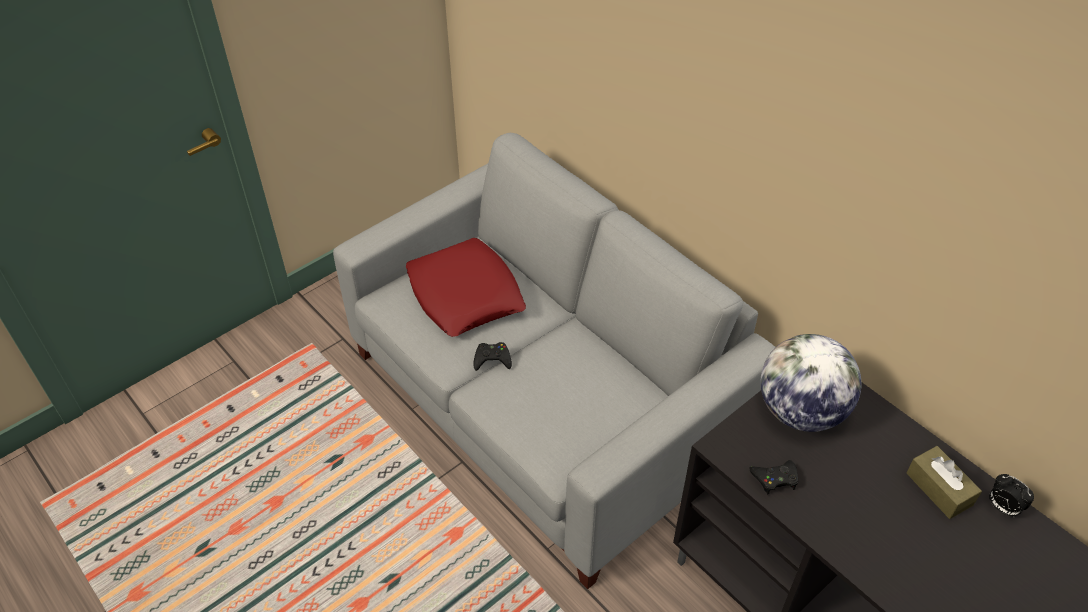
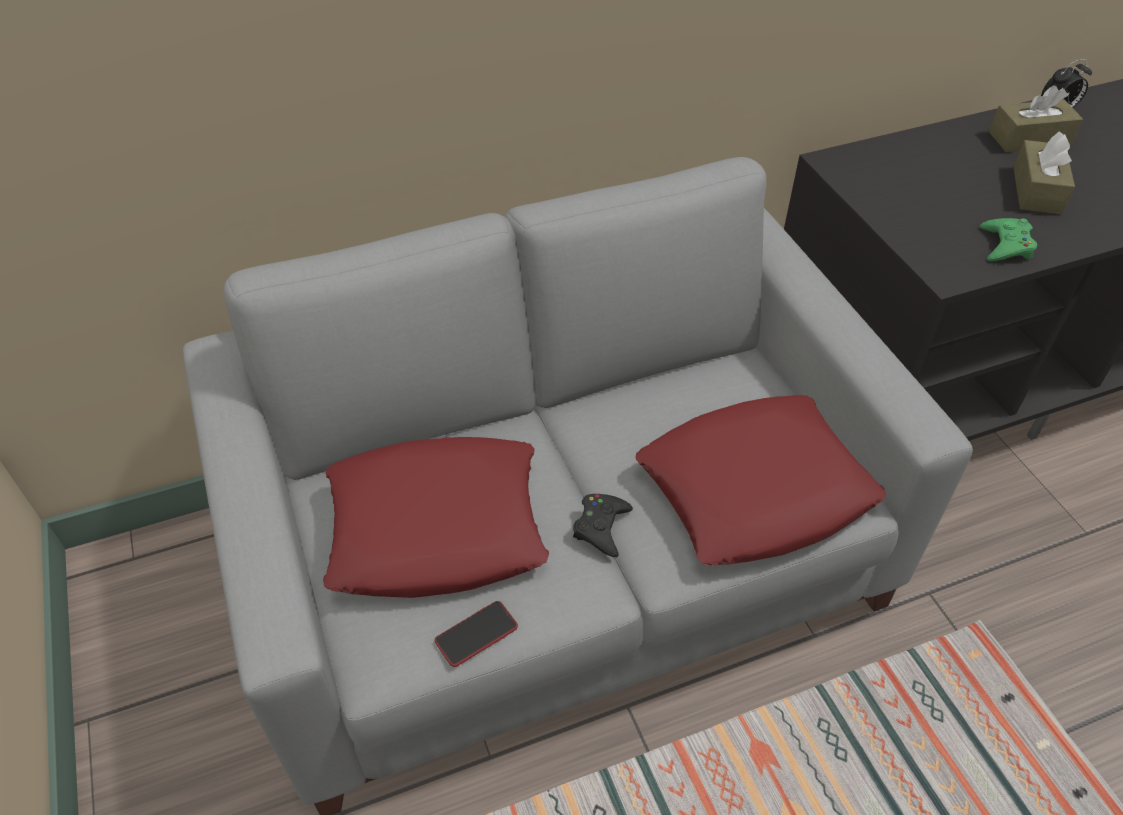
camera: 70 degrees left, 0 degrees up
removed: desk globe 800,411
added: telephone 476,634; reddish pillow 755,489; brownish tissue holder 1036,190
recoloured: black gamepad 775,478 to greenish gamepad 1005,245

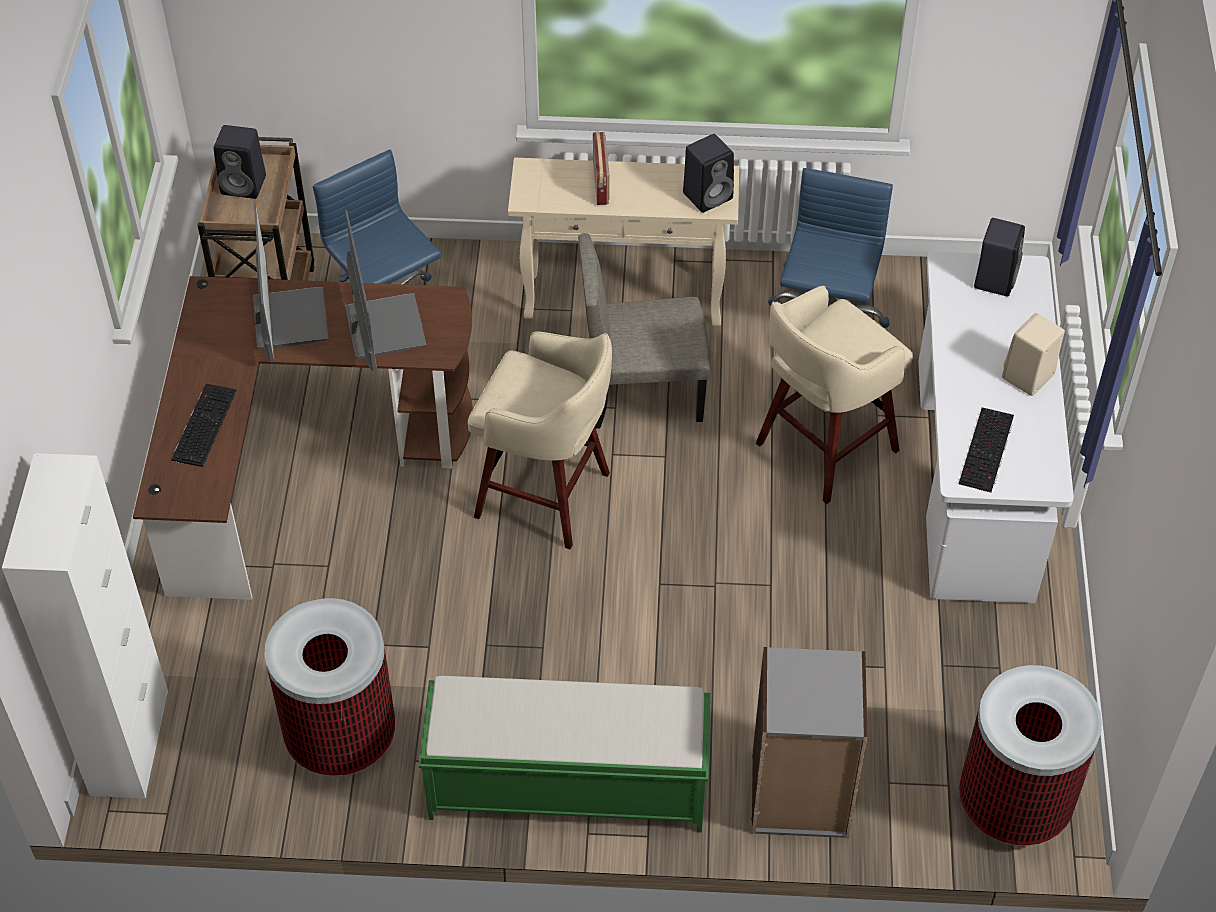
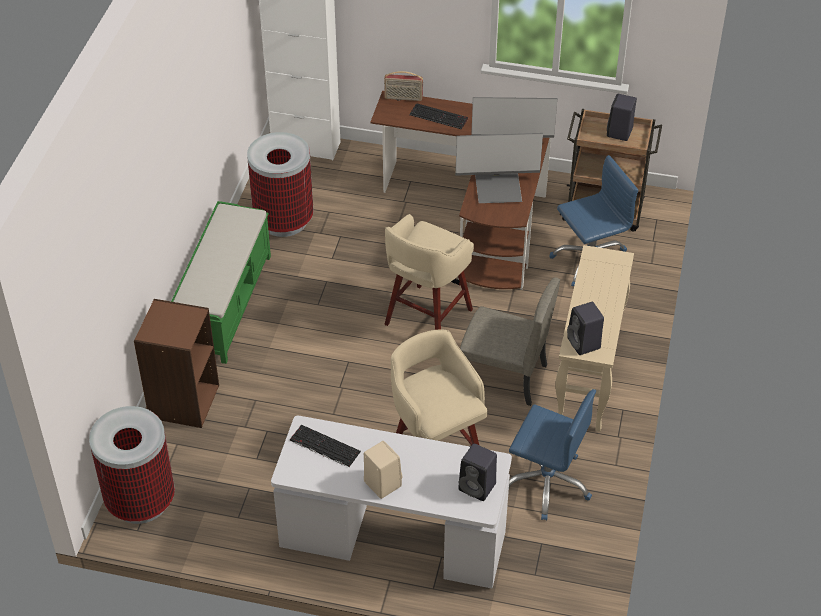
camera: 100 degrees right, 5 degrees down
moved: radio 601,184 to 403,98
recoloured: grey bookshelf 799,795 to brownish bookshelf 183,401
turned: sand-coloured chair 643,391 = 504,376 105 degrees clockwise

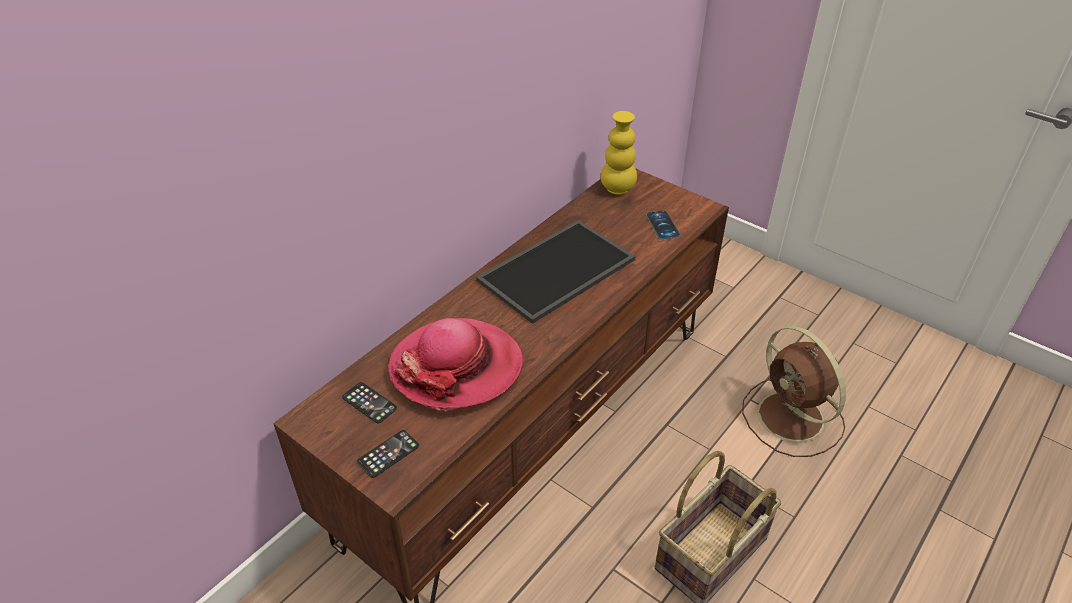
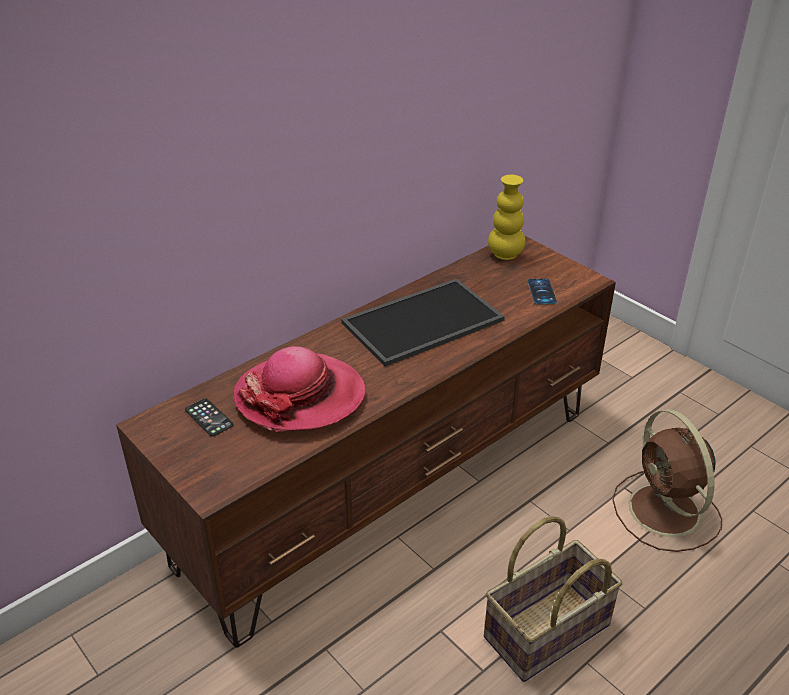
camera: 10 degrees right, 5 degrees down
removed: telephone 388,454

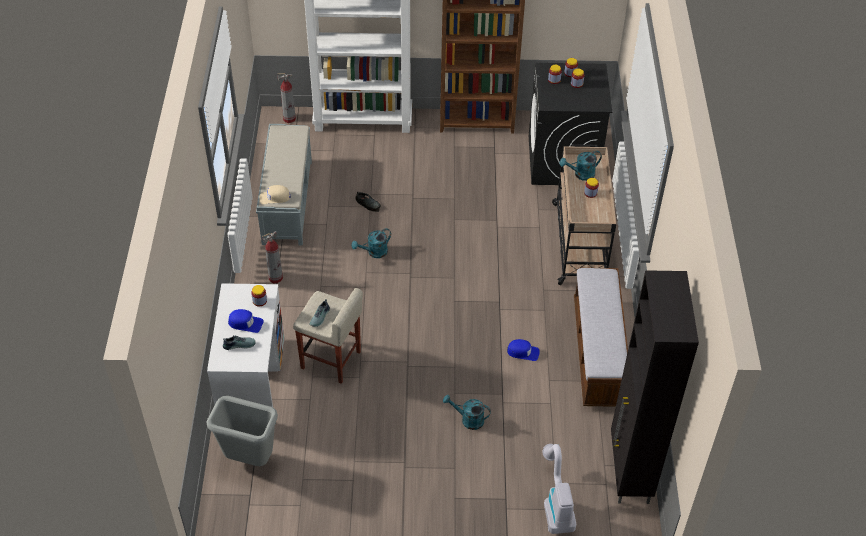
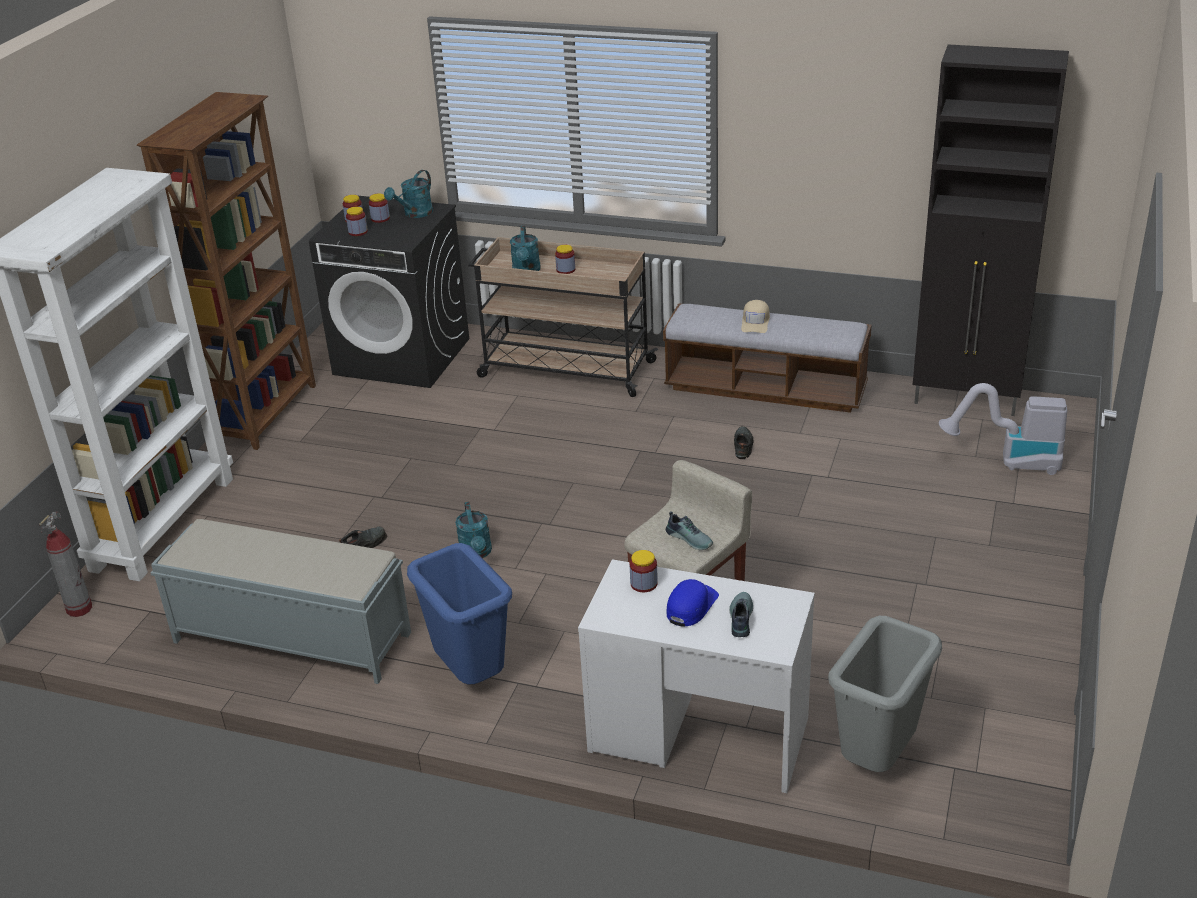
camera: 70 degrees left, 15 degrees down
moved: sand-coloured cap 274,197 to 755,322; turquoise-coloured watering pot 468,419 to 415,214
replaced: fire extinguisher 276,278 to bluish trash can 470,675; bluish cap 523,352 to black shoe 742,445

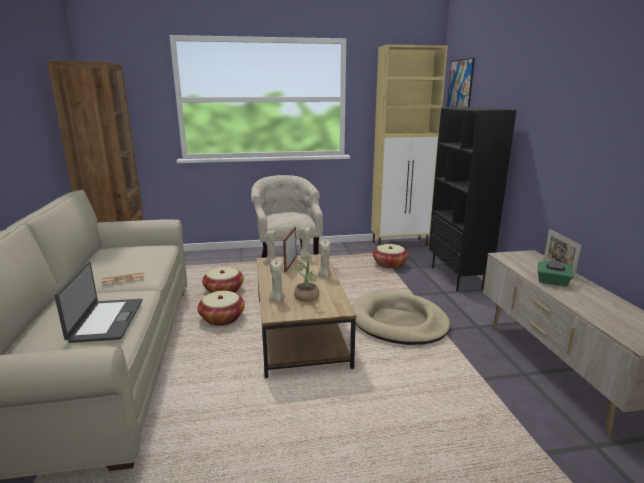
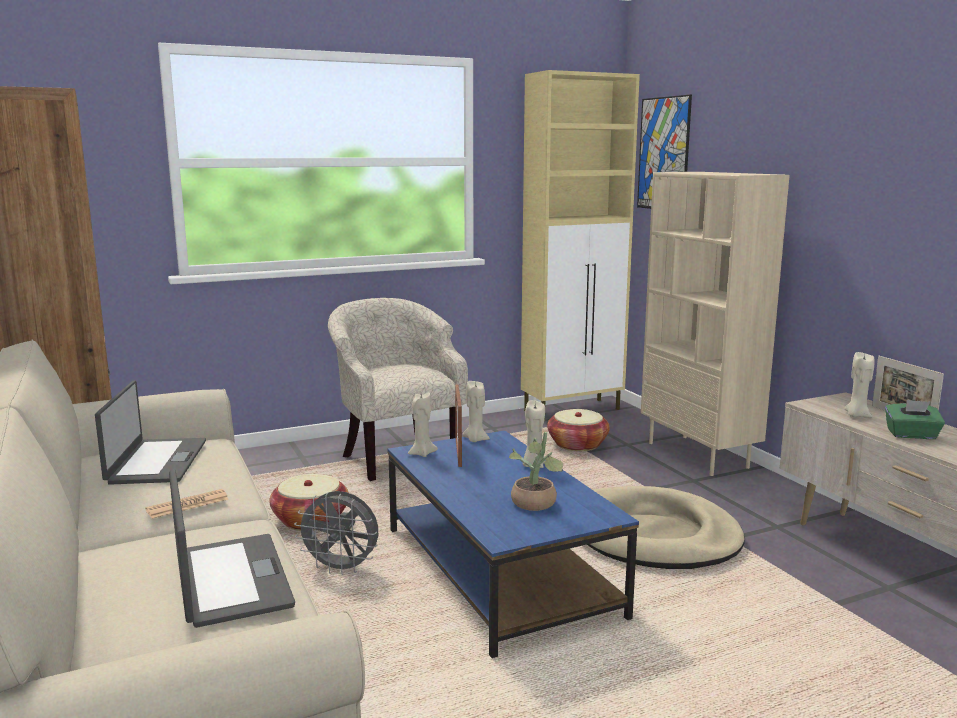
camera: 15 degrees left, 5 degrees down
added: portable computer 156,462
moved: sand-coloured candle 277,299 to 856,415
replaced: household basket 222,318 to grey cooling fan 341,569
recoloured: brownish lounge table 299,330 to bluish lounge table 497,570; black bookshelf 457,277 to sand-coloured bookshelf 699,455

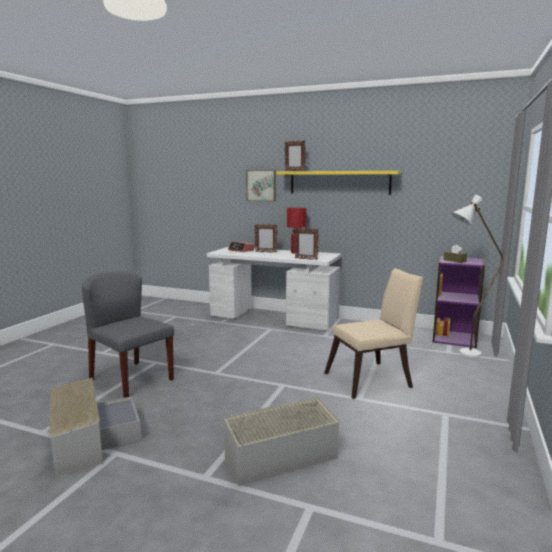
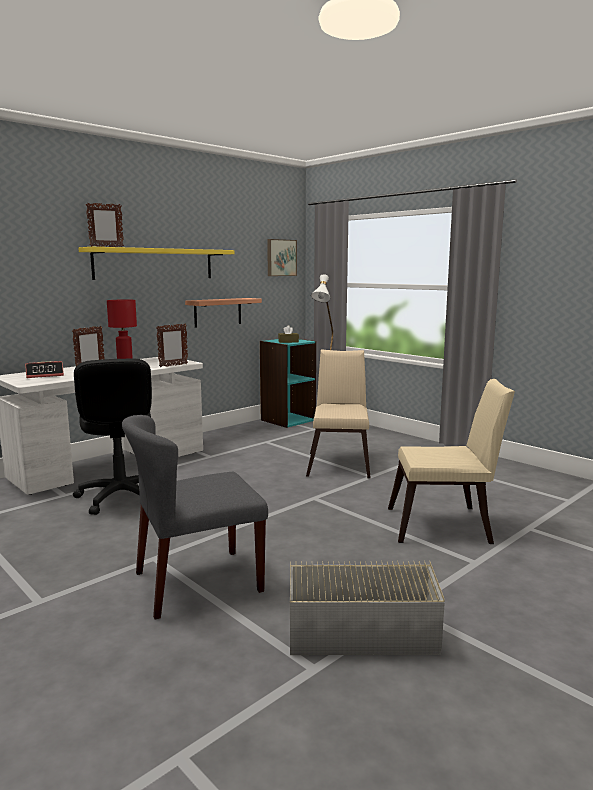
camera: 65 degrees left, 0 degrees up
added: black office chair 120,497; wall shelf 218,312
moved: wall art 261,185 to 281,257
replaced: grey storage box 274,452 to sand-coloured chair 445,526
recoloured: purple-coloured bookshelf 454,338 to turquoise-coloured bookshelf 287,420

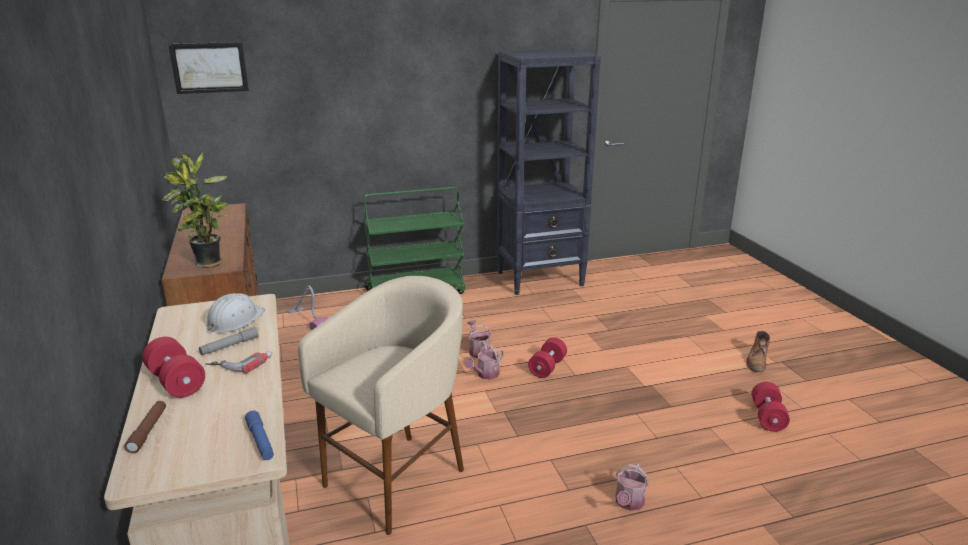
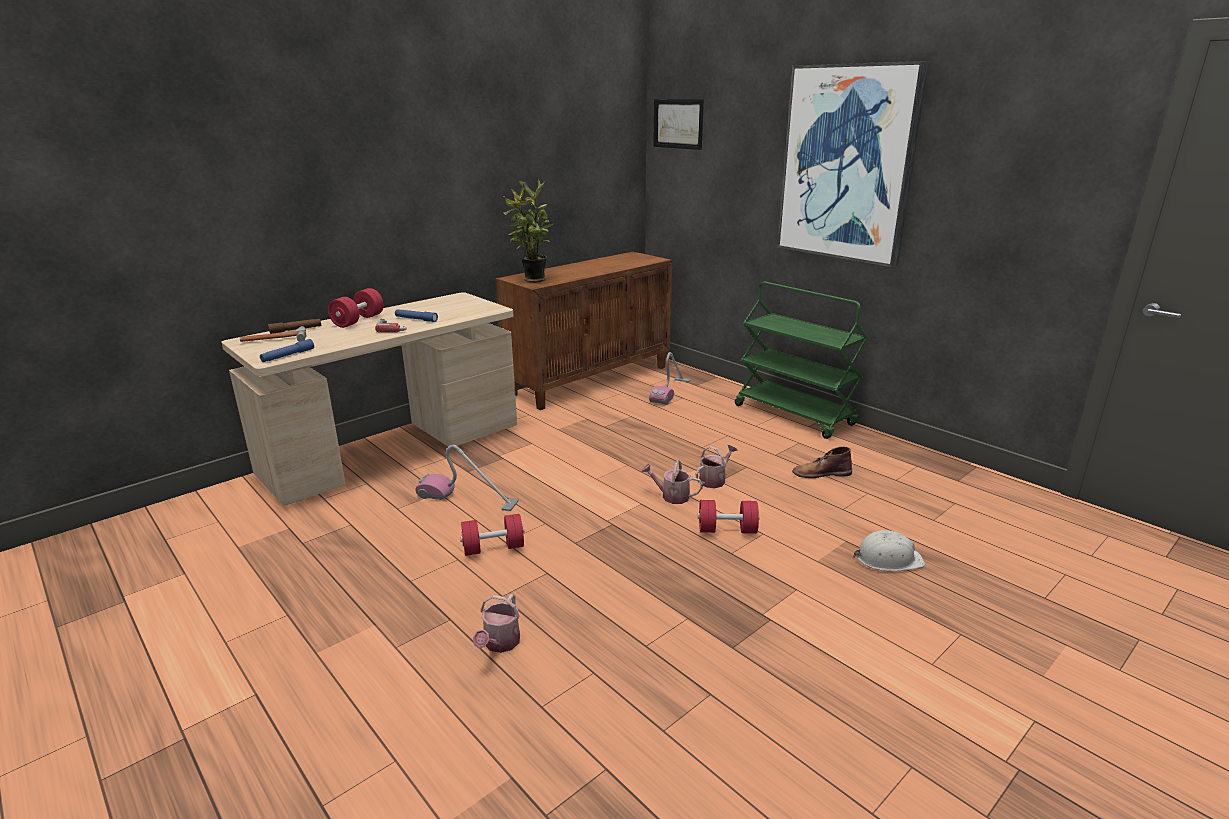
camera: 65 degrees right, 0 degrees up
removed: black bookshelf 541,279
added: hand hammer 274,340; wall art 847,164
moved: white-coloured hard hat 234,320 to 888,559; brownish boot 757,361 to 821,473; reddish dumbbell 767,417 to 493,548
replaced: sand-coloured sitting stool 397,480 to hoover 467,499
recoloured: grey flashlight 229,346 to bluish flashlight 416,319
turned: watering pot 628,503 = 499,644 75 degrees counterclockwise

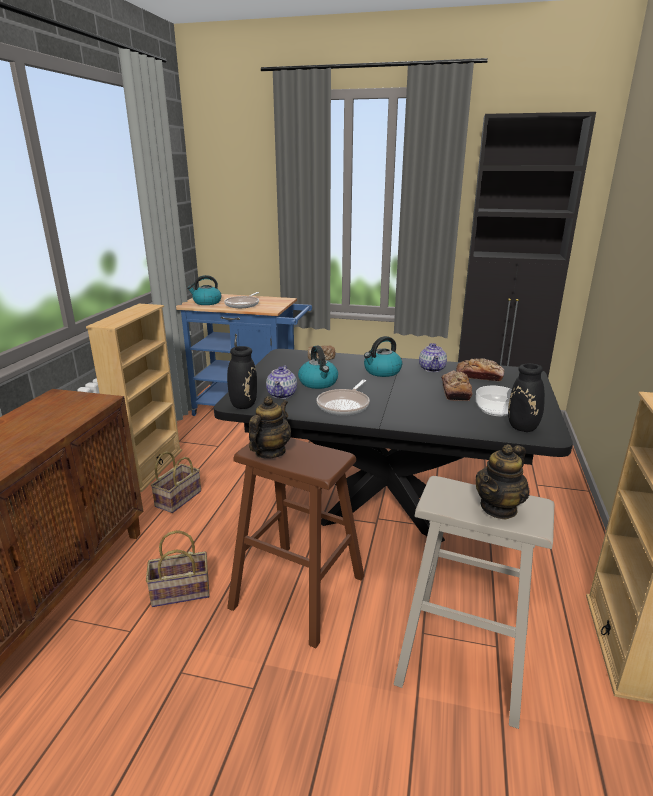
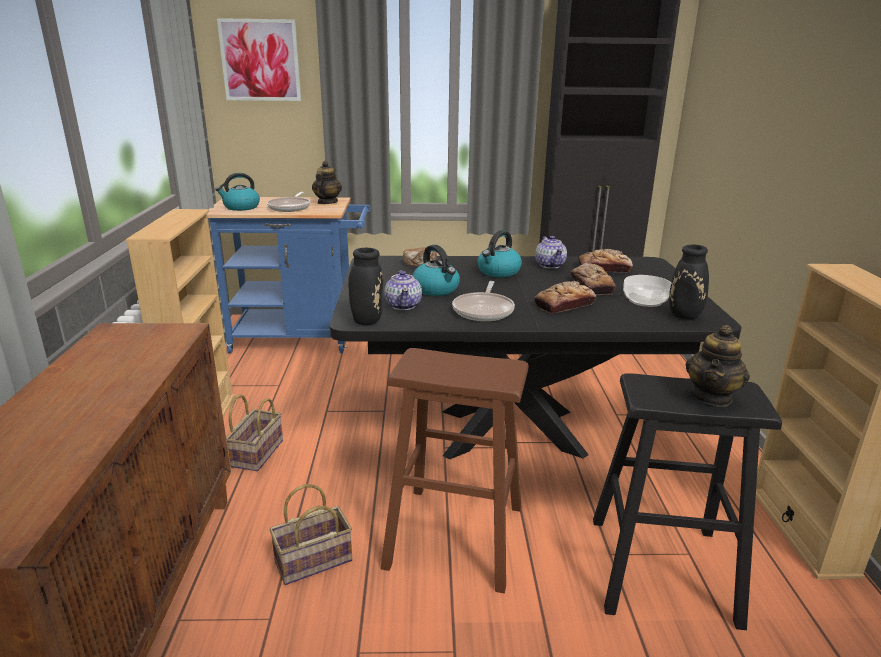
camera: 15 degrees left, 0 degrees up
added: wall art 260,60; bread 564,305
moved: pot for tea 270,452 to 327,202
recoloured: sand-coloured sitting stool 463,655 to black sitting stool 661,569

